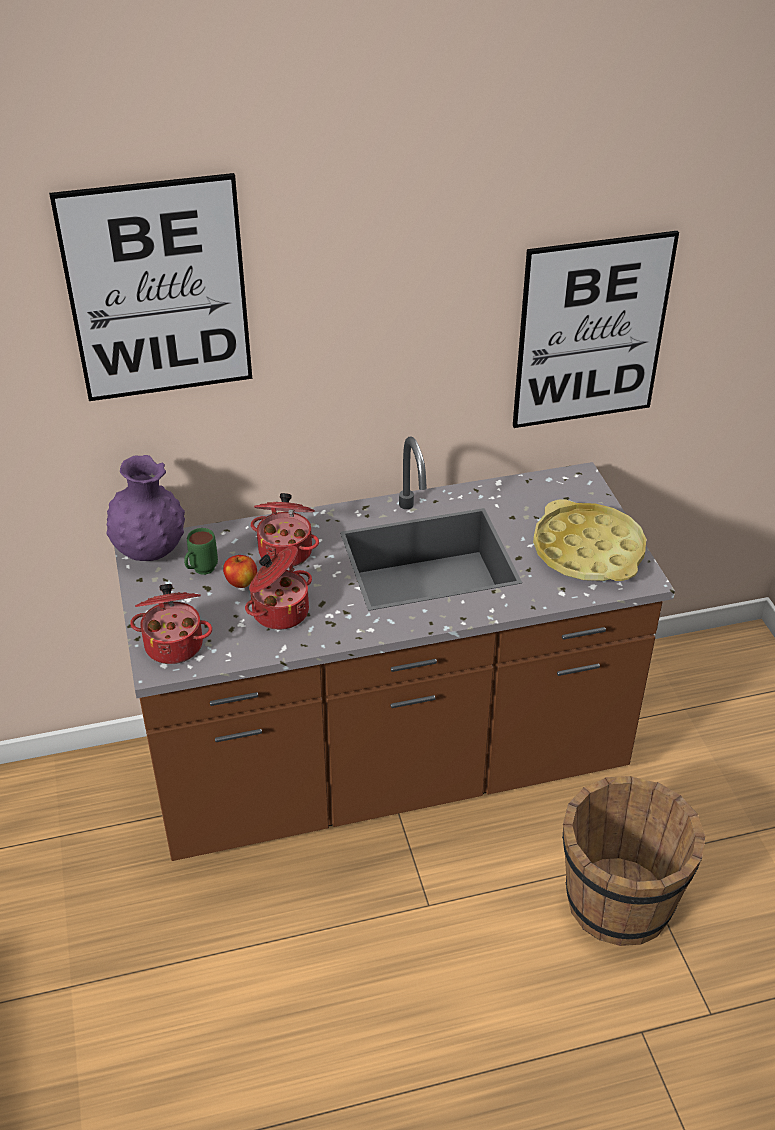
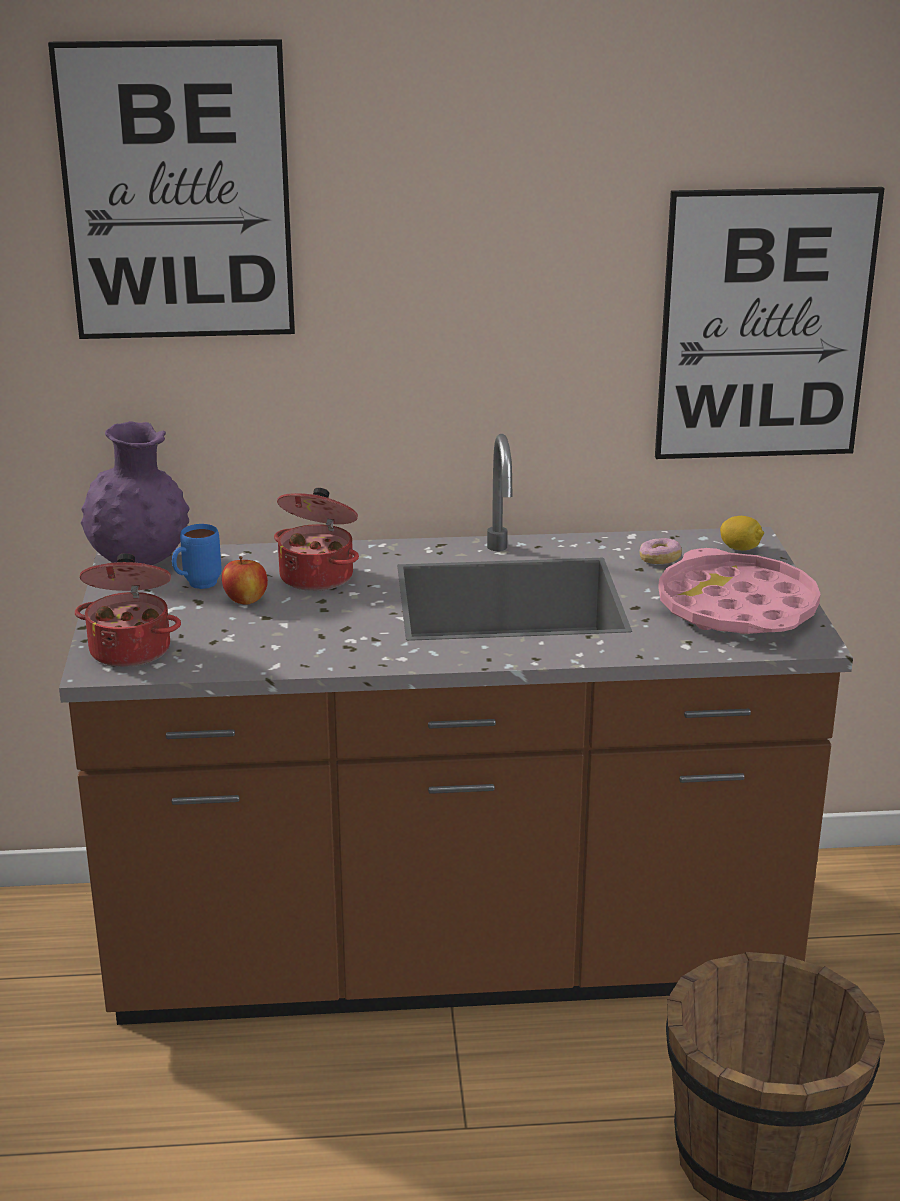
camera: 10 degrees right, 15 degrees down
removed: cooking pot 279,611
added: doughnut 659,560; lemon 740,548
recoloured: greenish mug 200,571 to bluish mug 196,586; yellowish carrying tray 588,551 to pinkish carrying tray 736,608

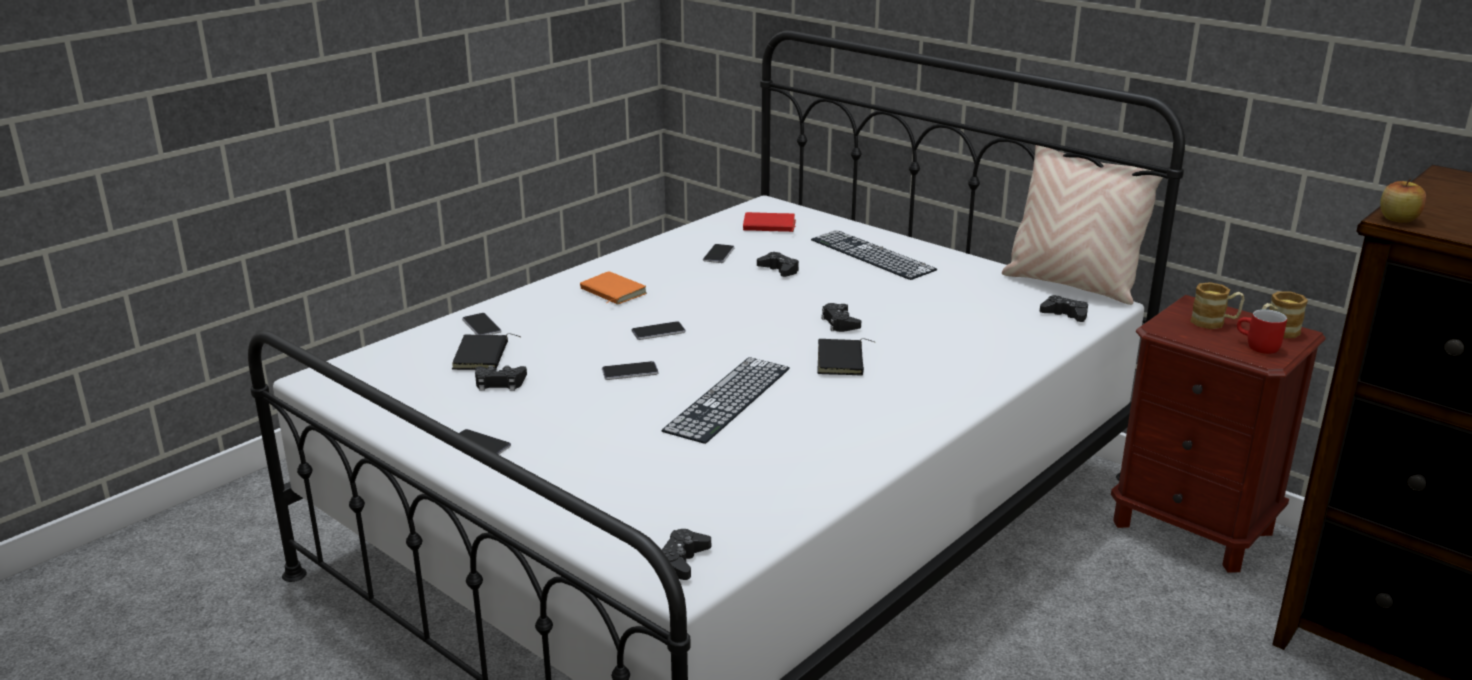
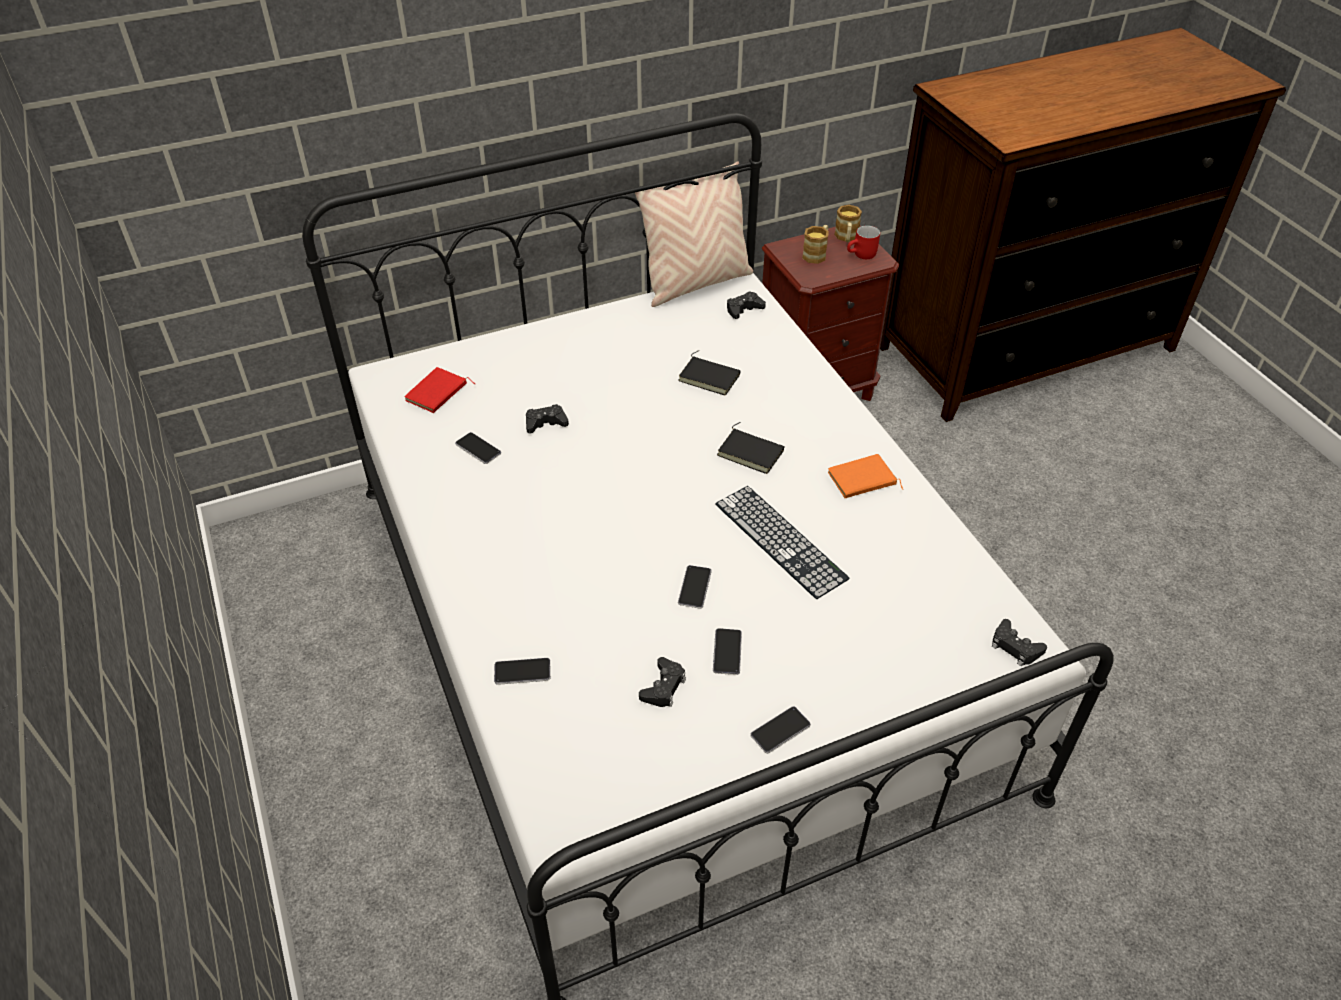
camera: 65 degrees left, 20 degrees up
removed: PC keyboard 872,255; black gamepad 840,323; whole apple 1398,219
moved: black bound book 483,356 to 710,377; orangey bound book 611,292 to 862,481; telephone 658,332 to 727,652

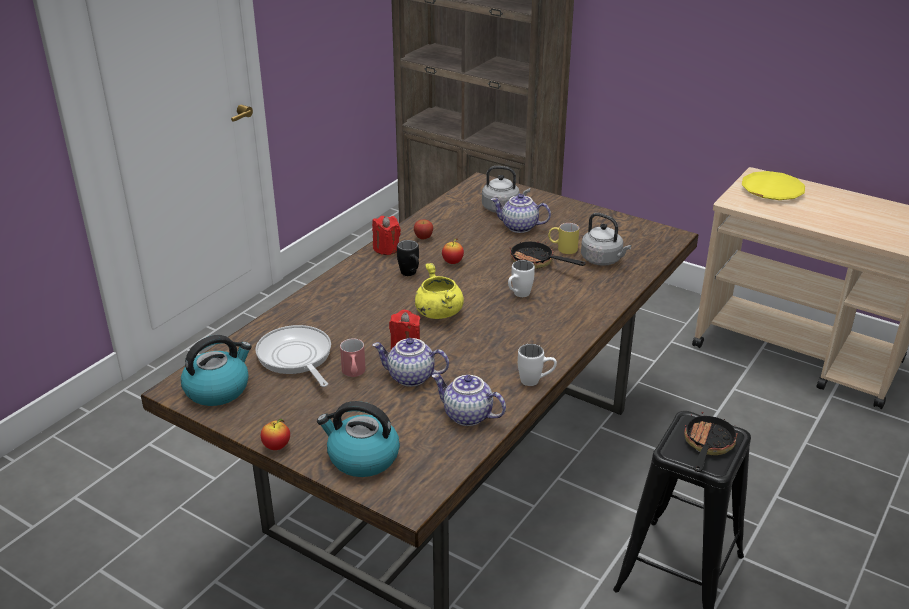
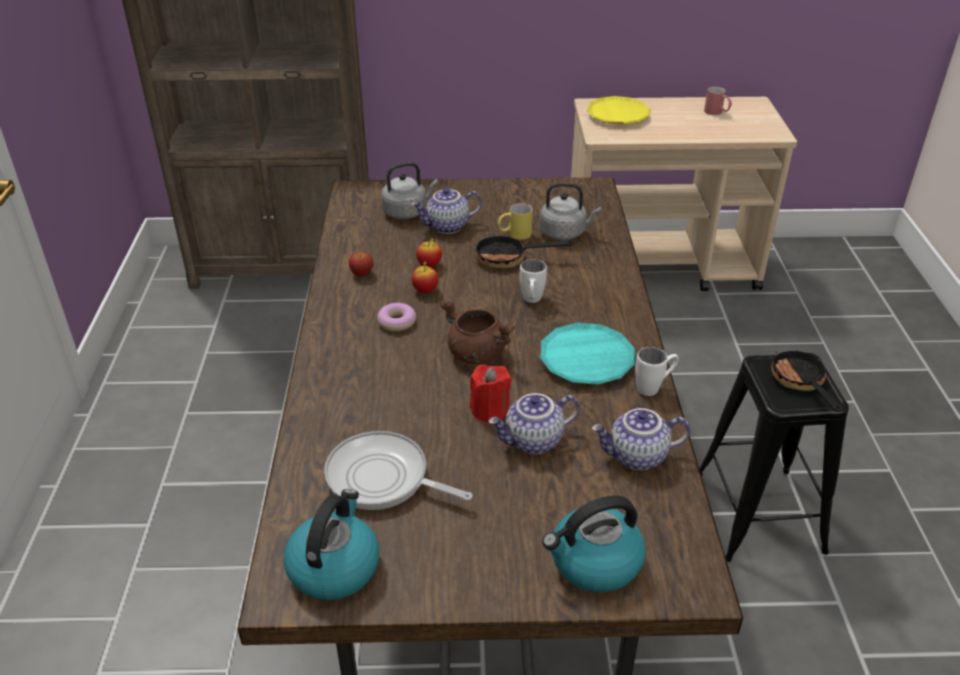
camera: 35 degrees left, 5 degrees up
removed: reddish candle 386,248
added: turquoise-coloured dinner plate 586,359
moved: whole apple 277,446 to 429,265; reddish mug 354,374 to 717,113
replaced: black mug 410,274 to doughnut 397,322
recoloured: yellowish cooking pot 438,312 to brownish cooking pot 475,353

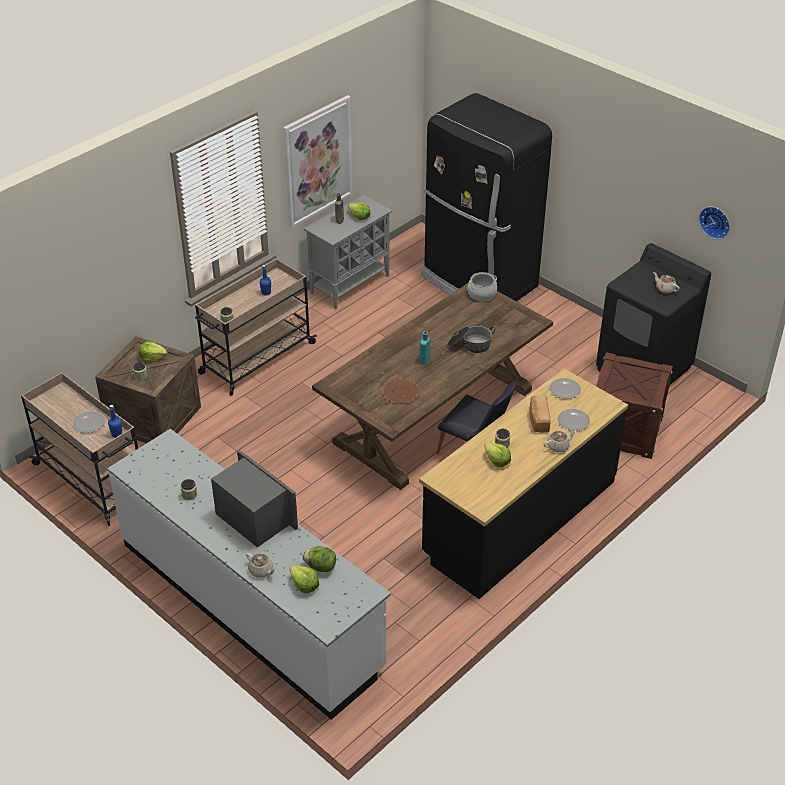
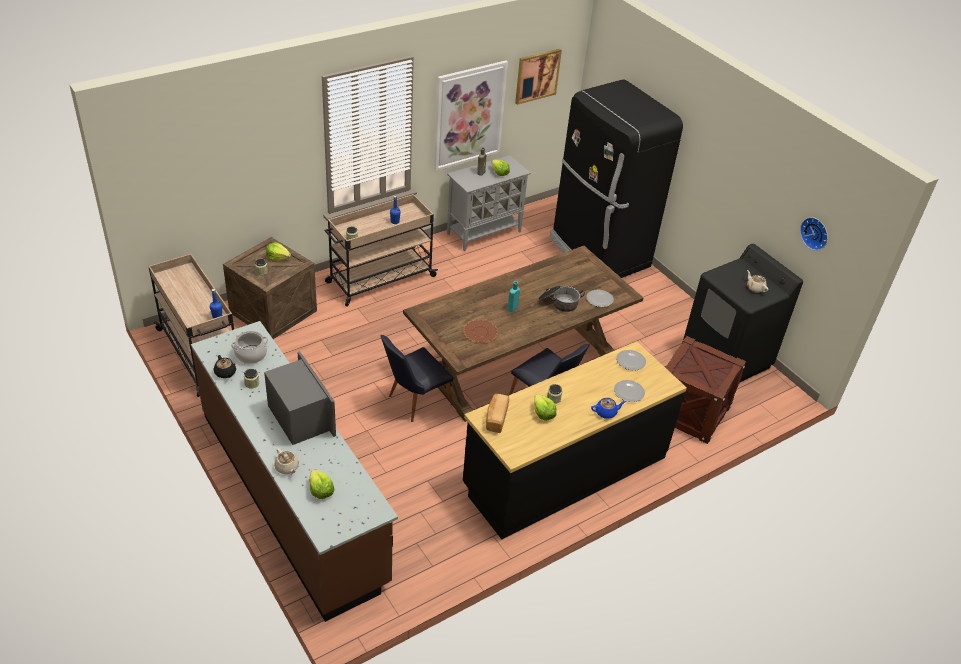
camera: 10 degrees right, 0 degrees up
removed: lettuce head 320,567
added: black pot for tea 225,373; black chair 414,401; wall art 537,76
moved: dinner plate 88,423 to 599,299; cooking pot 482,294 to 251,355; bread 538,420 to 495,419
recoloured: white-coloured counter 250,604 to brownish counter 293,496; sand-coloured pot for tea 558,446 to bluish pot for tea 606,413

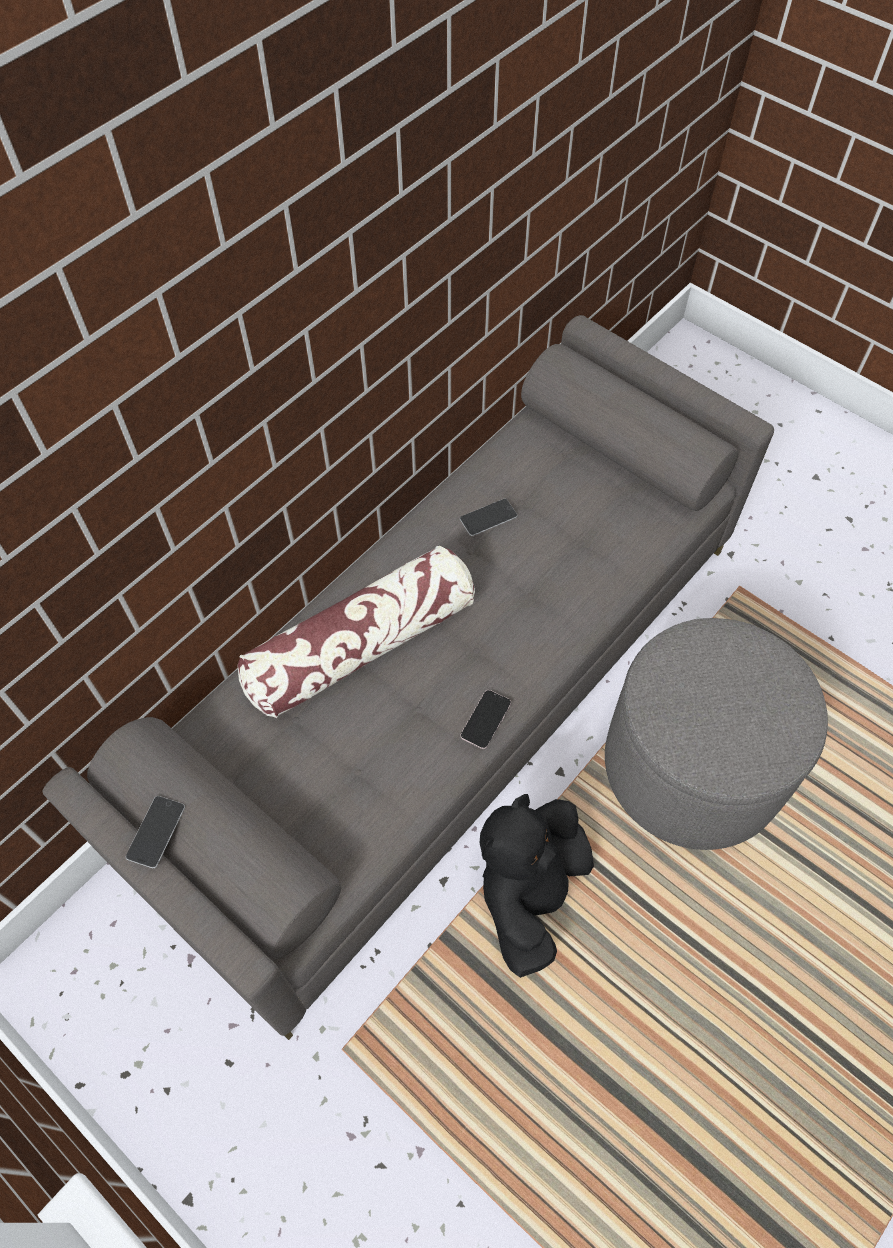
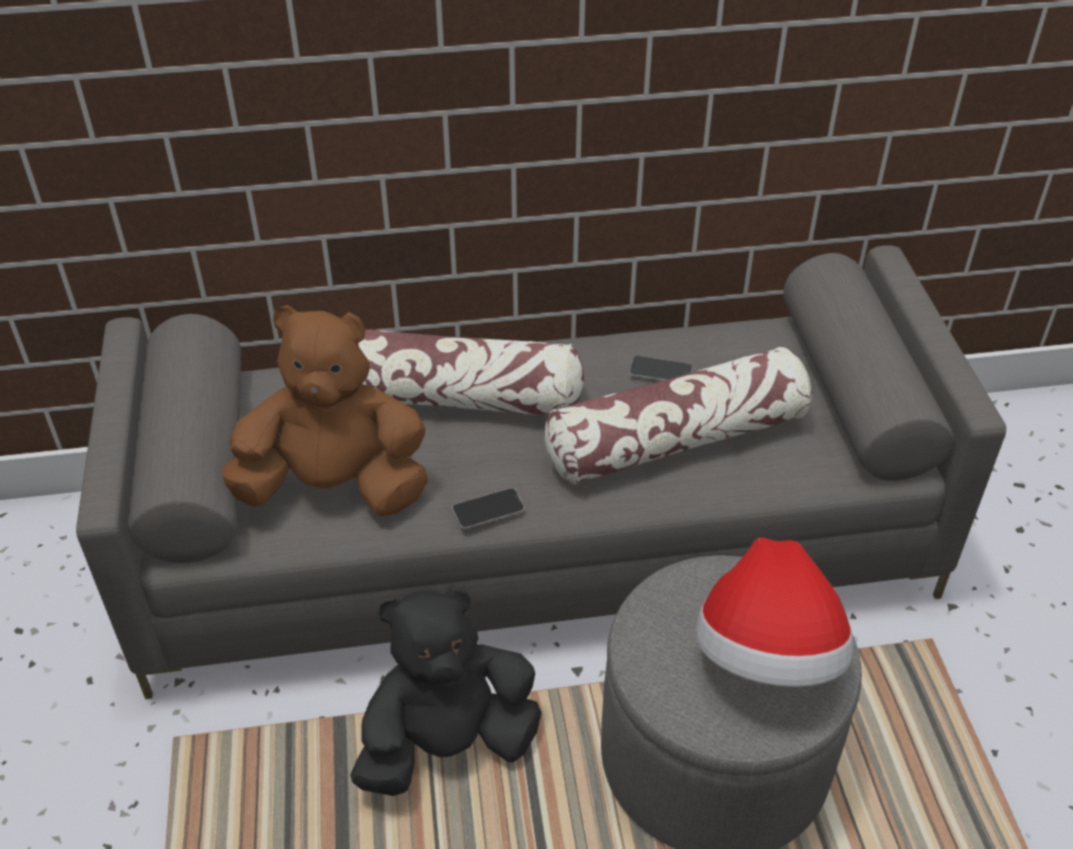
camera: 40 degrees right, 15 degrees down
removed: telephone 156,831
added: brownish soft toy 334,487; pillow 677,439; hat 768,655

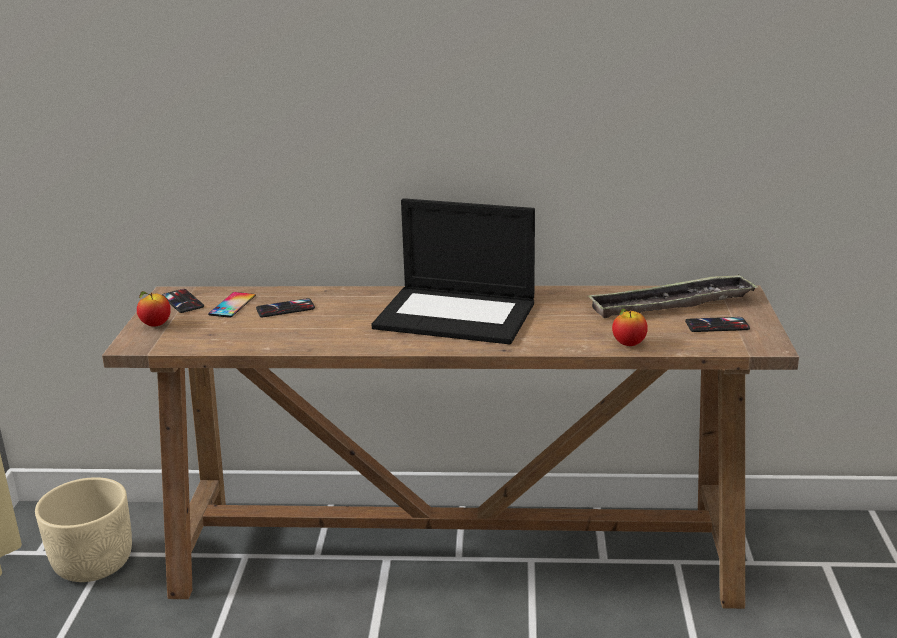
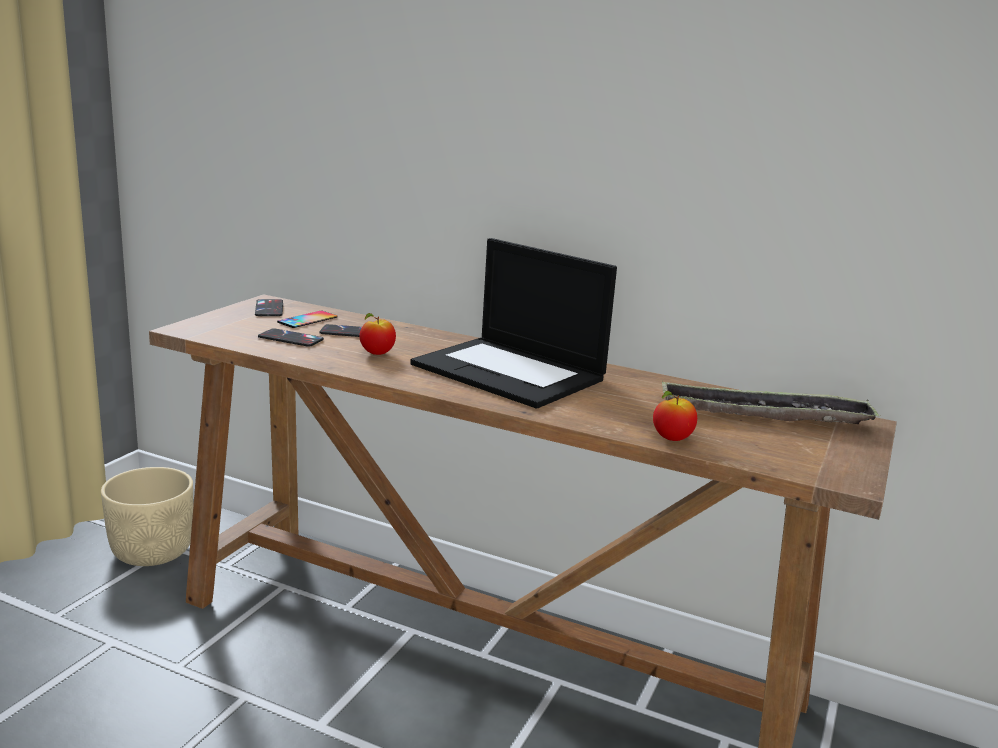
camera: 20 degrees right, 5 degrees down
moved: whole apple 156,325 to 377,354; telephone 717,325 to 290,338

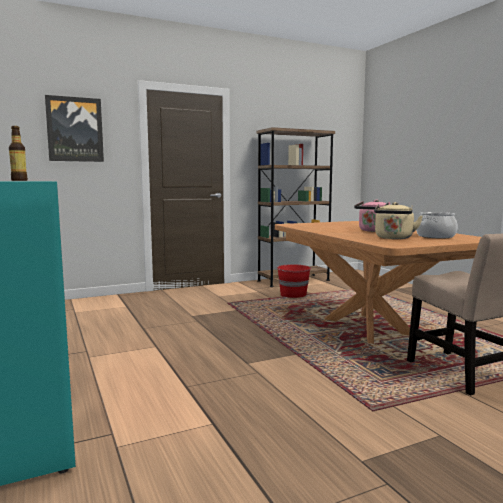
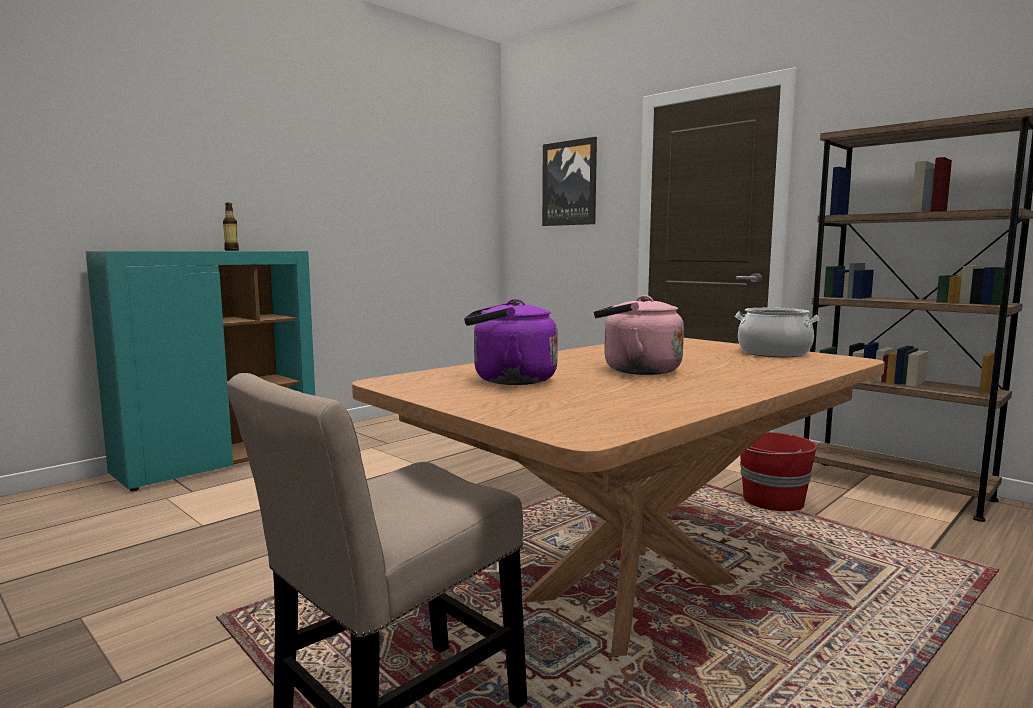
camera: 70 degrees right, 0 degrees up
moved: cooking pot 435,236 to 773,353
recoloured: sand-coloured kettle 393,238 to purple-coloured kettle 509,380

